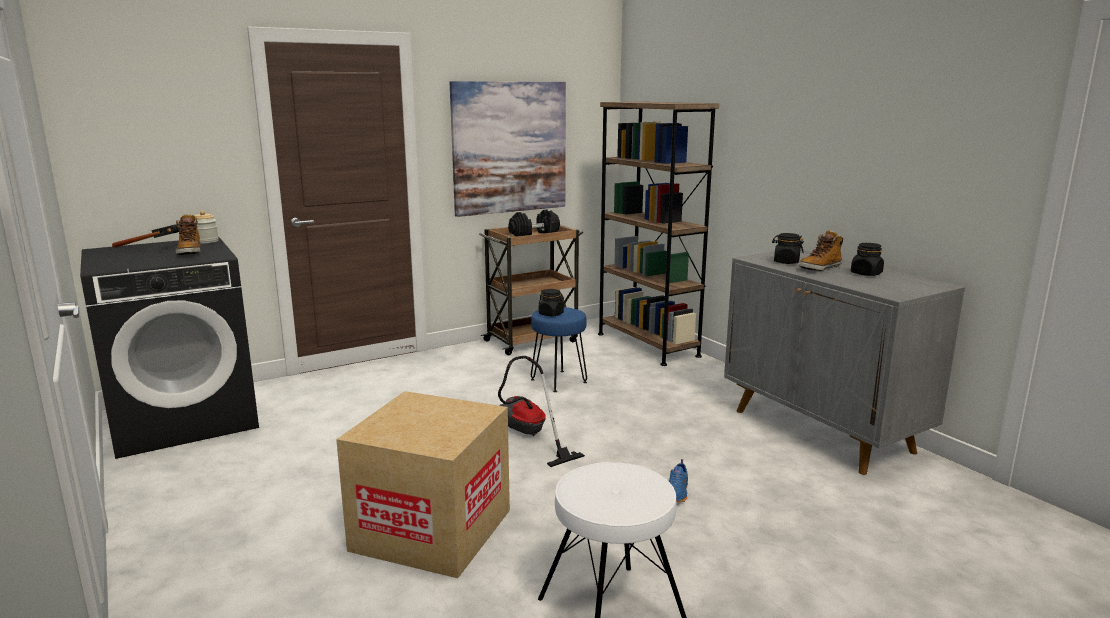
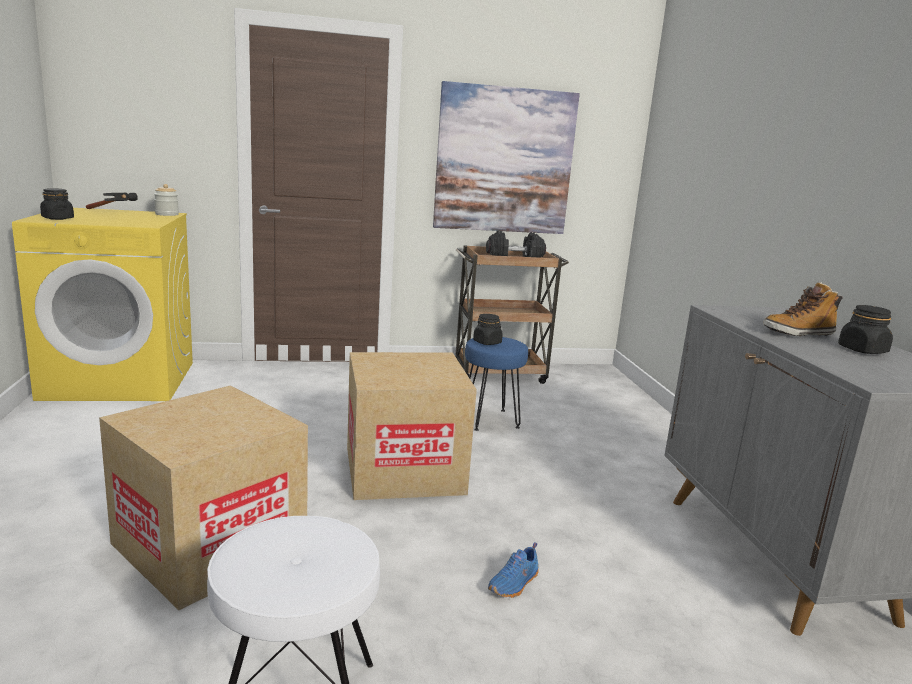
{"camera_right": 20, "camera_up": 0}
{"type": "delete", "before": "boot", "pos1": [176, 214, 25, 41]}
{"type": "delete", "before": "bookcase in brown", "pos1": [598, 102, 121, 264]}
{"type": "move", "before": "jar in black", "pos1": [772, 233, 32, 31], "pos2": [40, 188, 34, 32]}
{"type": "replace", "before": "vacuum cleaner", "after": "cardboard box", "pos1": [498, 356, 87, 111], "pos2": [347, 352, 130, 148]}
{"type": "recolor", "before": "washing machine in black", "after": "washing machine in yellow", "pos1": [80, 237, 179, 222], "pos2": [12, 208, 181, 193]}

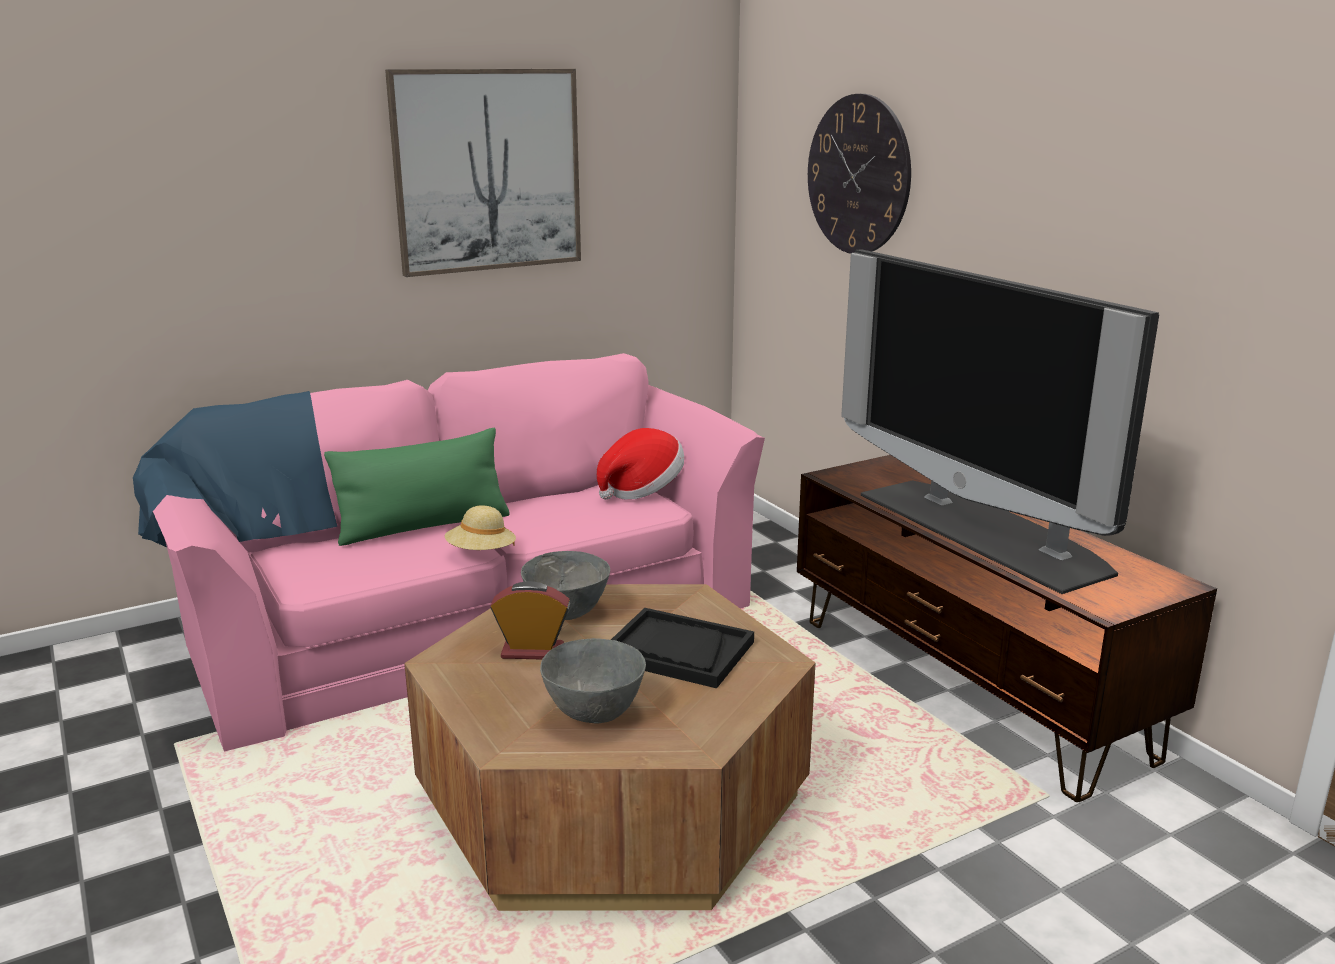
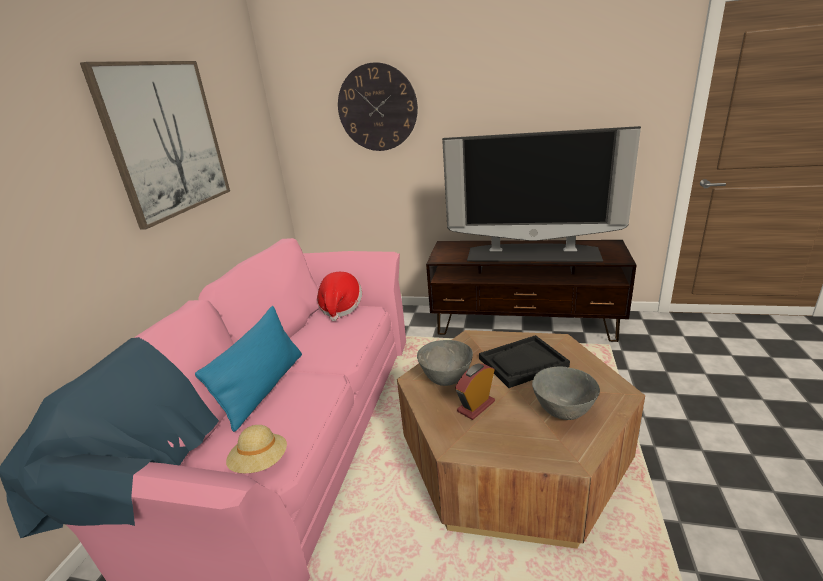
{"camera_right": -45, "camera_up": 5}
{"type": "move", "before": "hat in beige", "pos1": [445, 505, 71, 45], "pos2": [226, 425, 61, 48]}
{"type": "recolor", "before": "pillow in green", "after": "pillow in blue", "pos1": [324, 428, 186, 118], "pos2": [195, 306, 107, 126]}

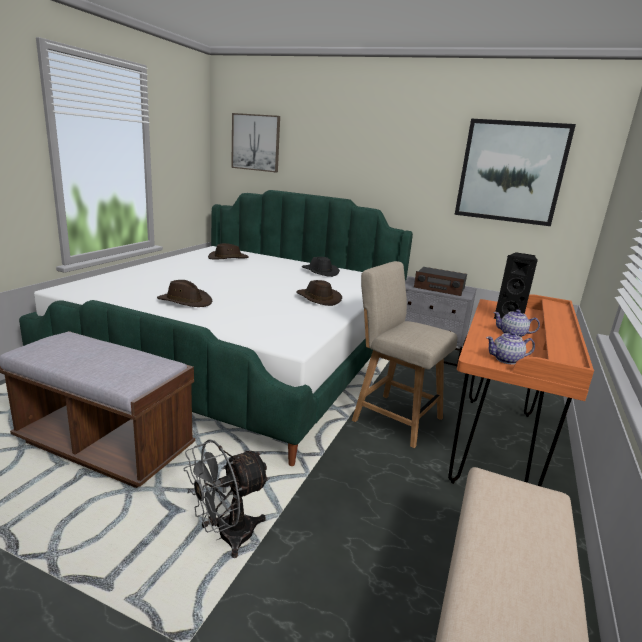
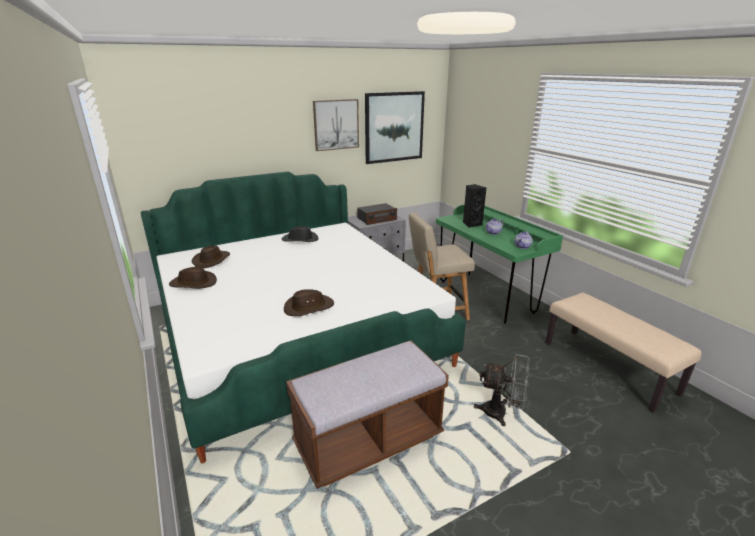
{"camera_right": -50, "camera_up": 5}
{"type": "move", "before": "picture", "pos1": [231, 113, 49, 59], "pos2": [313, 99, 46, 52]}
{"type": "move", "before": "hat in brown", "pos1": [296, 280, 46, 26], "pos2": [169, 267, 48, 22]}
{"type": "recolor", "before": "desk in orange", "after": "desk in green", "pos1": [448, 294, 146, 192], "pos2": [436, 204, 127, 120]}
{"type": "rotate", "before": "fan in grey", "pos1": [184, 439, 87, 119], "pos2": [474, 353, 56, 73], "turn": -75}

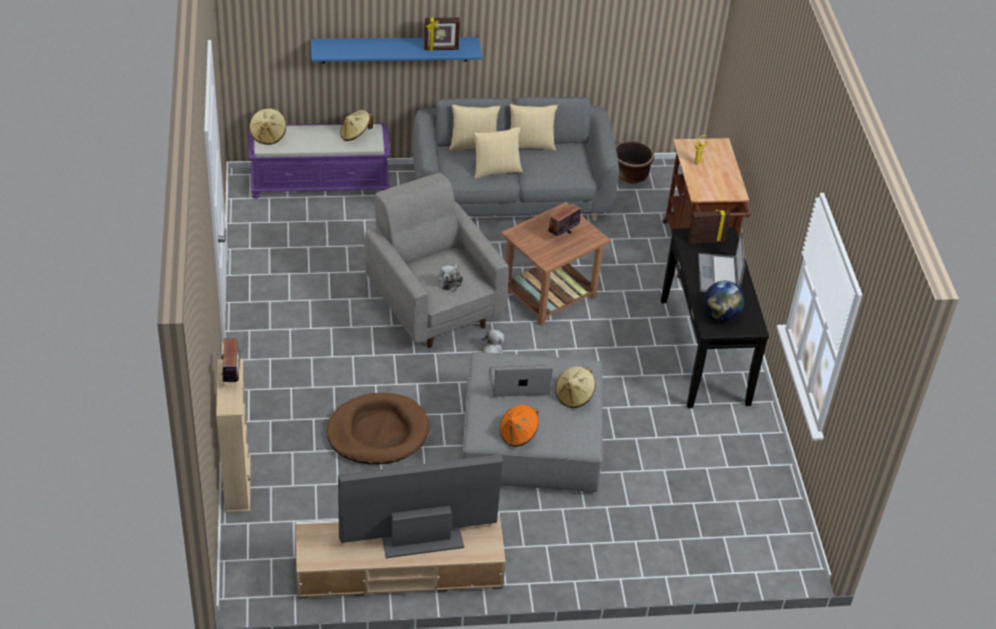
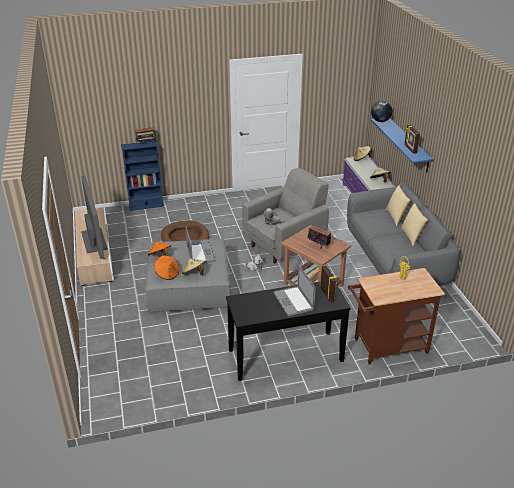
{"camera_right": 85, "camera_up": -10}
{"type": "delete", "before": "pillow", "pos1": [473, 126, 50, 53]}
{"type": "delete", "before": "planter in brown", "pos1": [616, 141, 38, 42]}
{"type": "insert", "after": "hat in orange", "pos2": [154, 255, 25, 25]}
{"type": "move", "before": "globe", "pos1": [704, 281, 41, 40], "pos2": [371, 101, 21, 21]}
{"type": "recolor", "before": "bookcase in beige", "after": "bookcase in blue", "pos1": [216, 359, 34, 154], "pos2": [121, 141, 43, 70]}
{"type": "rotate", "before": "laptop", "pos1": [698, 229, 47, 63], "pos2": [273, 265, 43, 51], "turn": -105}

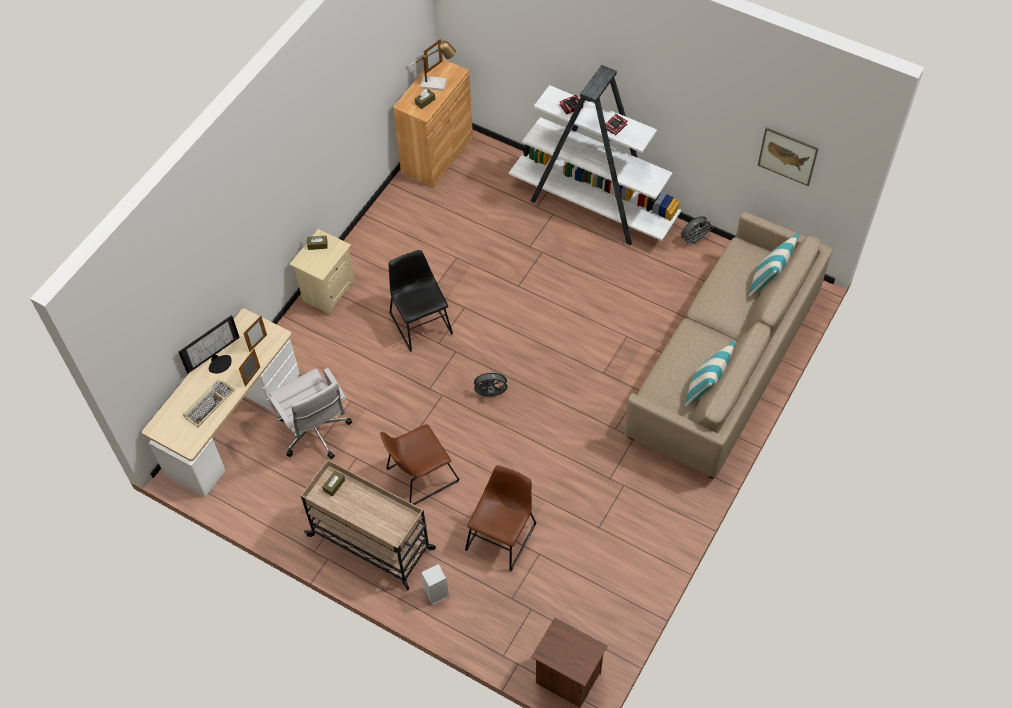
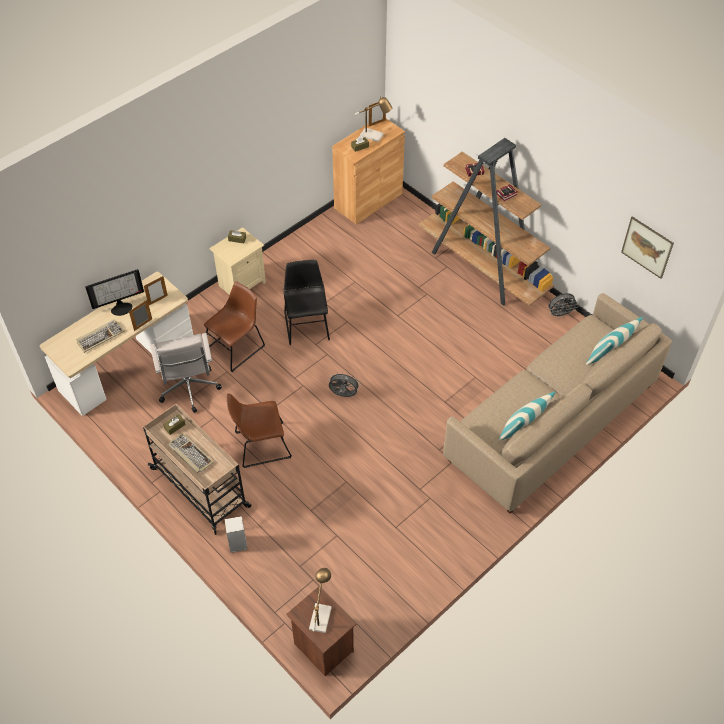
{"camera_right": 15, "camera_up": -5}
{"type": "insert", "after": "keyboard", "pos2": [168, 433, 46, 40]}
{"type": "insert", "after": "table lamp", "pos2": [309, 568, 23, 65]}
{"type": "move", "before": "chair in brown", "pos1": [465, 465, 71, 106], "pos2": [204, 281, 61, 91]}
{"type": "recolor", "before": "bookcase in white", "after": "bookcase in brown", "pos1": [509, 65, 172, 180], "pos2": [418, 138, 136, 168]}

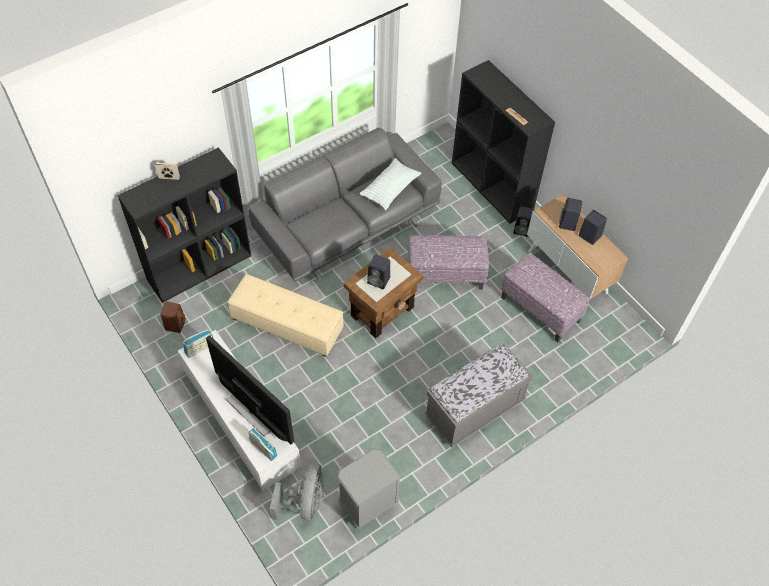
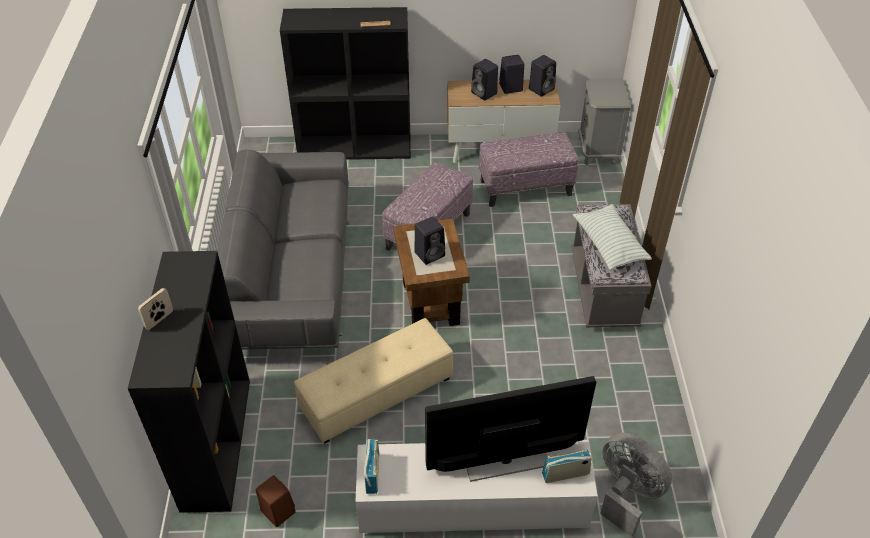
{"camera_right": -55, "camera_up": -10}
{"type": "move", "before": "nightstand in grey", "pos1": [337, 449, 64, 80], "pos2": [578, 78, 53, 87]}
{"type": "move", "before": "pillow", "pos1": [359, 158, 62, 52], "pos2": [573, 204, 79, 66]}
{"type": "move", "before": "speaker in black", "pos1": [513, 206, 22, 31], "pos2": [529, 55, 27, 42]}

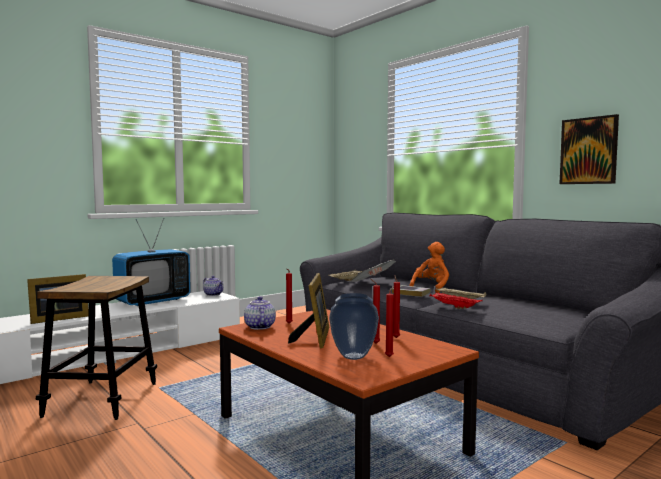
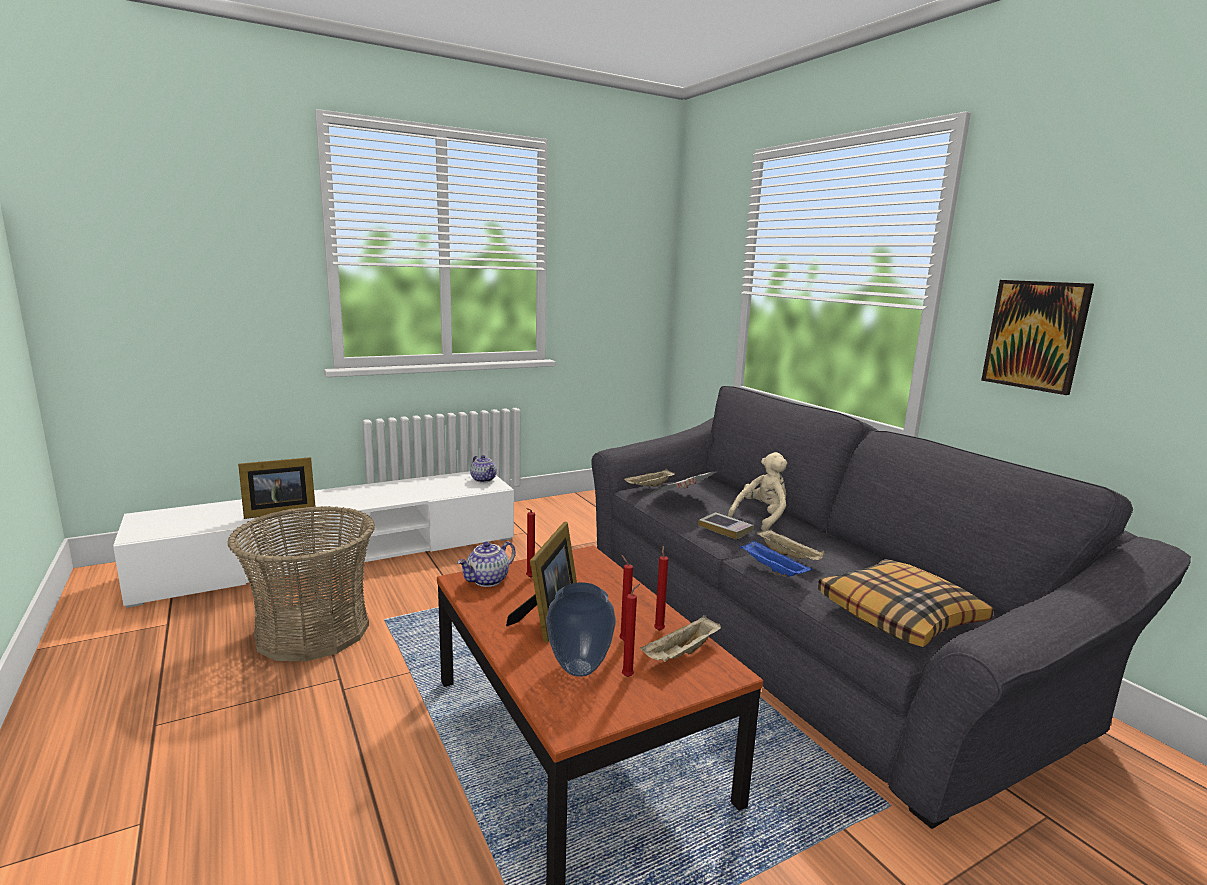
{"camera_right": 10, "camera_up": 10}
{"type": "delete", "before": "television", "pos1": [112, 218, 79, 88]}
{"type": "insert", "after": "tray in beige", "pos2": [640, 615, 81, 47]}
{"type": "insert", "after": "pillow", "pos2": [818, 559, 175, 88]}
{"type": "replace", "before": "stool", "after": "basket", "pos1": [36, 276, 121, 144], "pos2": [228, 506, 147, 155]}
{"type": "recolor", "before": "plush toy in orange", "after": "plush toy in beige", "pos1": [409, 242, 40, 51], "pos2": [728, 452, 59, 79]}
{"type": "recolor", "before": "tray in red", "after": "tray in blue", "pos1": [430, 292, 52, 17], "pos2": [740, 541, 72, 36]}
{"type": "rotate", "before": "teapot", "pos1": [244, 296, 32, 34], "pos2": [457, 541, 58, 46], "turn": -135}

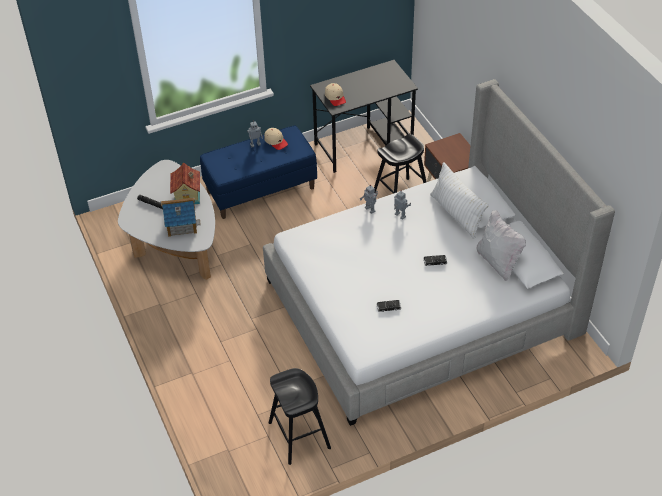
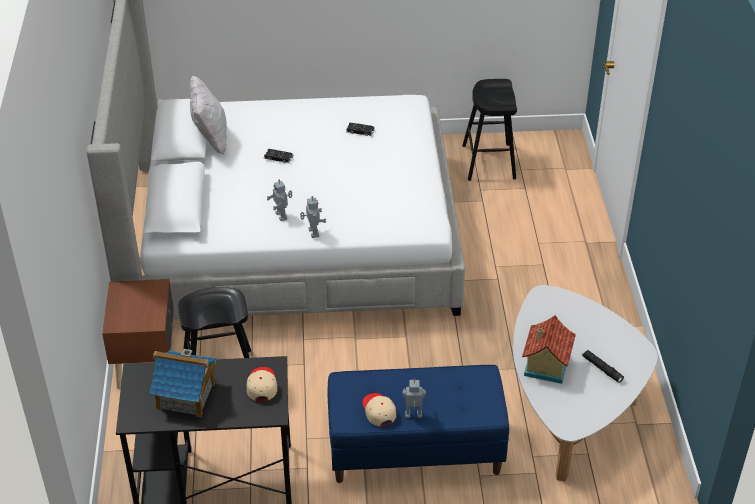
{"camera_right": -160, "camera_up": -5}
{"type": "delete", "before": "pillow in white", "pos1": [430, 162, 59, 77]}
{"type": "move", "before": "toy house", "pos1": [161, 197, 40, 40], "pos2": [149, 349, 68, 68]}

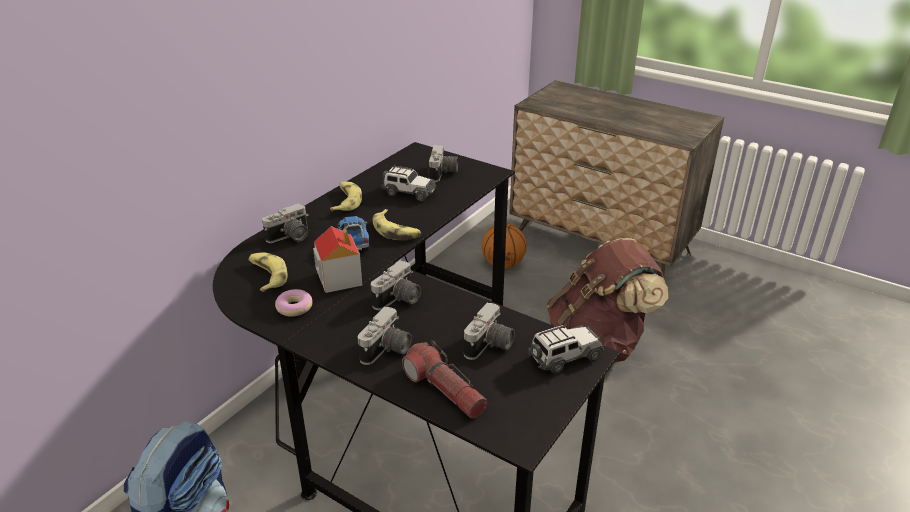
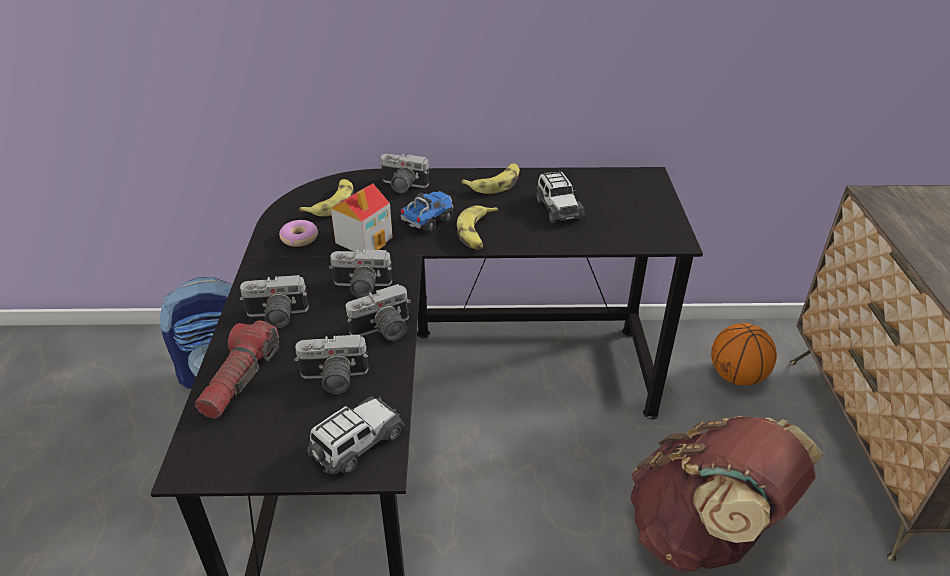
{"camera_right": 55, "camera_up": 5}
{"type": "move", "before": "photo camera", "pos1": [429, 145, 29, 37], "pos2": [346, 284, 65, 57]}
{"type": "rotate", "before": "toy car", "pos1": [528, 325, 76, 49], "pos2": [307, 396, 97, 78], "turn": -75}

